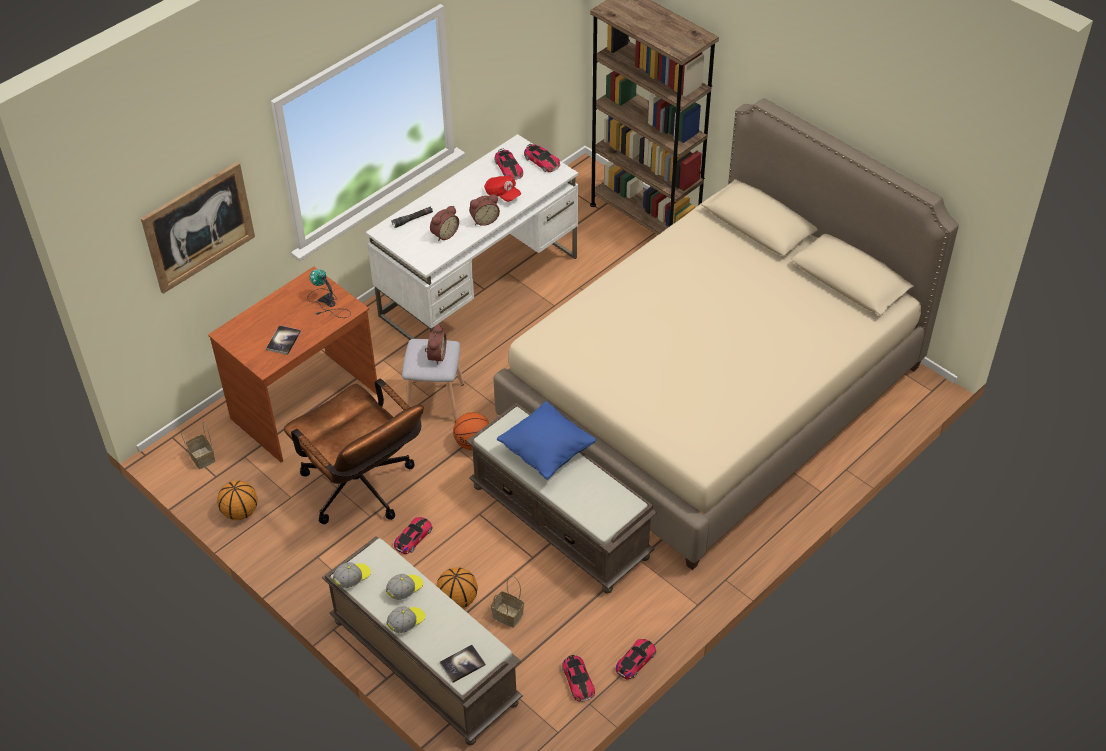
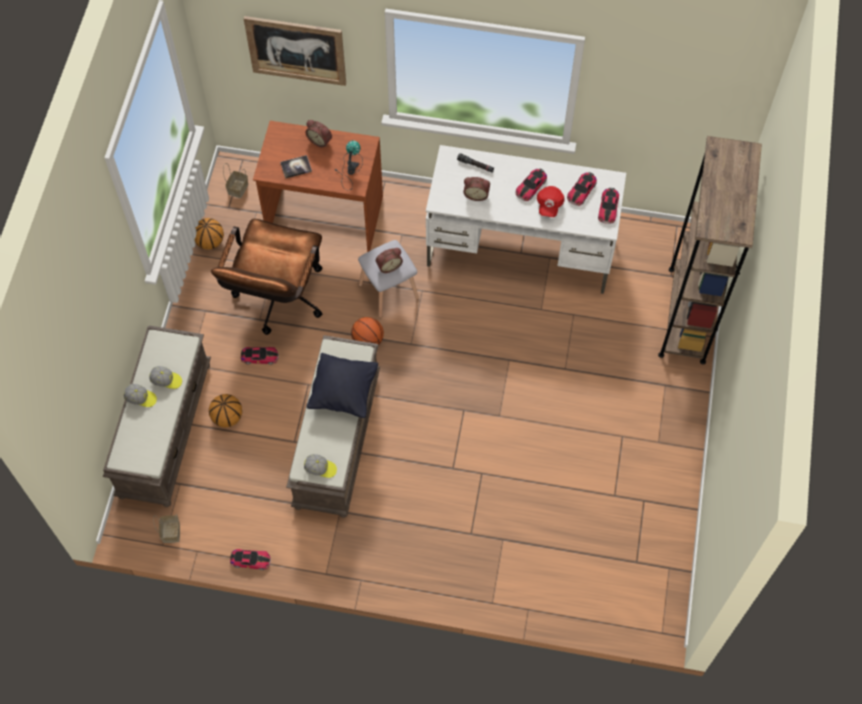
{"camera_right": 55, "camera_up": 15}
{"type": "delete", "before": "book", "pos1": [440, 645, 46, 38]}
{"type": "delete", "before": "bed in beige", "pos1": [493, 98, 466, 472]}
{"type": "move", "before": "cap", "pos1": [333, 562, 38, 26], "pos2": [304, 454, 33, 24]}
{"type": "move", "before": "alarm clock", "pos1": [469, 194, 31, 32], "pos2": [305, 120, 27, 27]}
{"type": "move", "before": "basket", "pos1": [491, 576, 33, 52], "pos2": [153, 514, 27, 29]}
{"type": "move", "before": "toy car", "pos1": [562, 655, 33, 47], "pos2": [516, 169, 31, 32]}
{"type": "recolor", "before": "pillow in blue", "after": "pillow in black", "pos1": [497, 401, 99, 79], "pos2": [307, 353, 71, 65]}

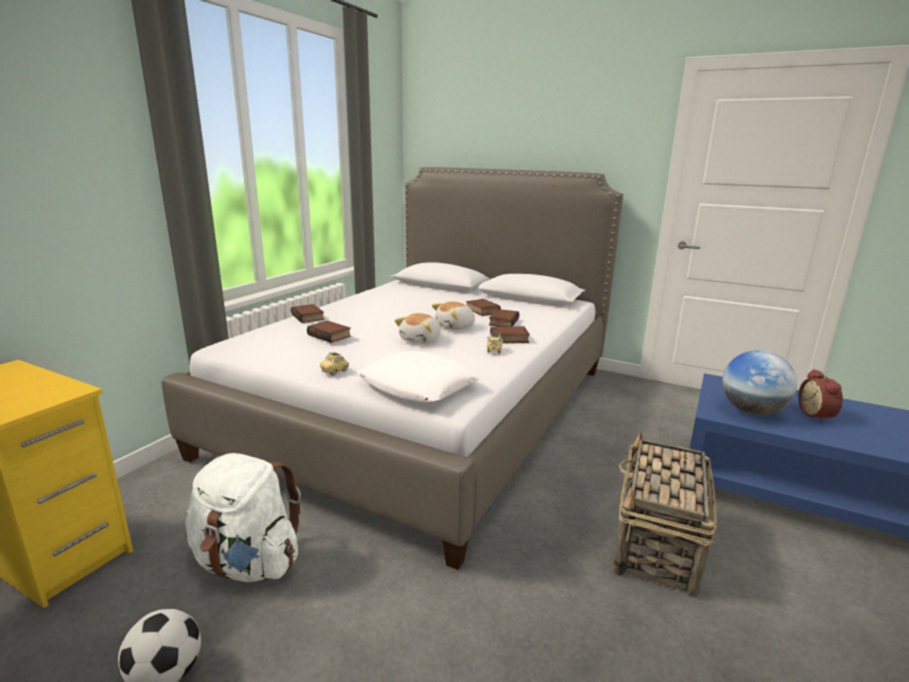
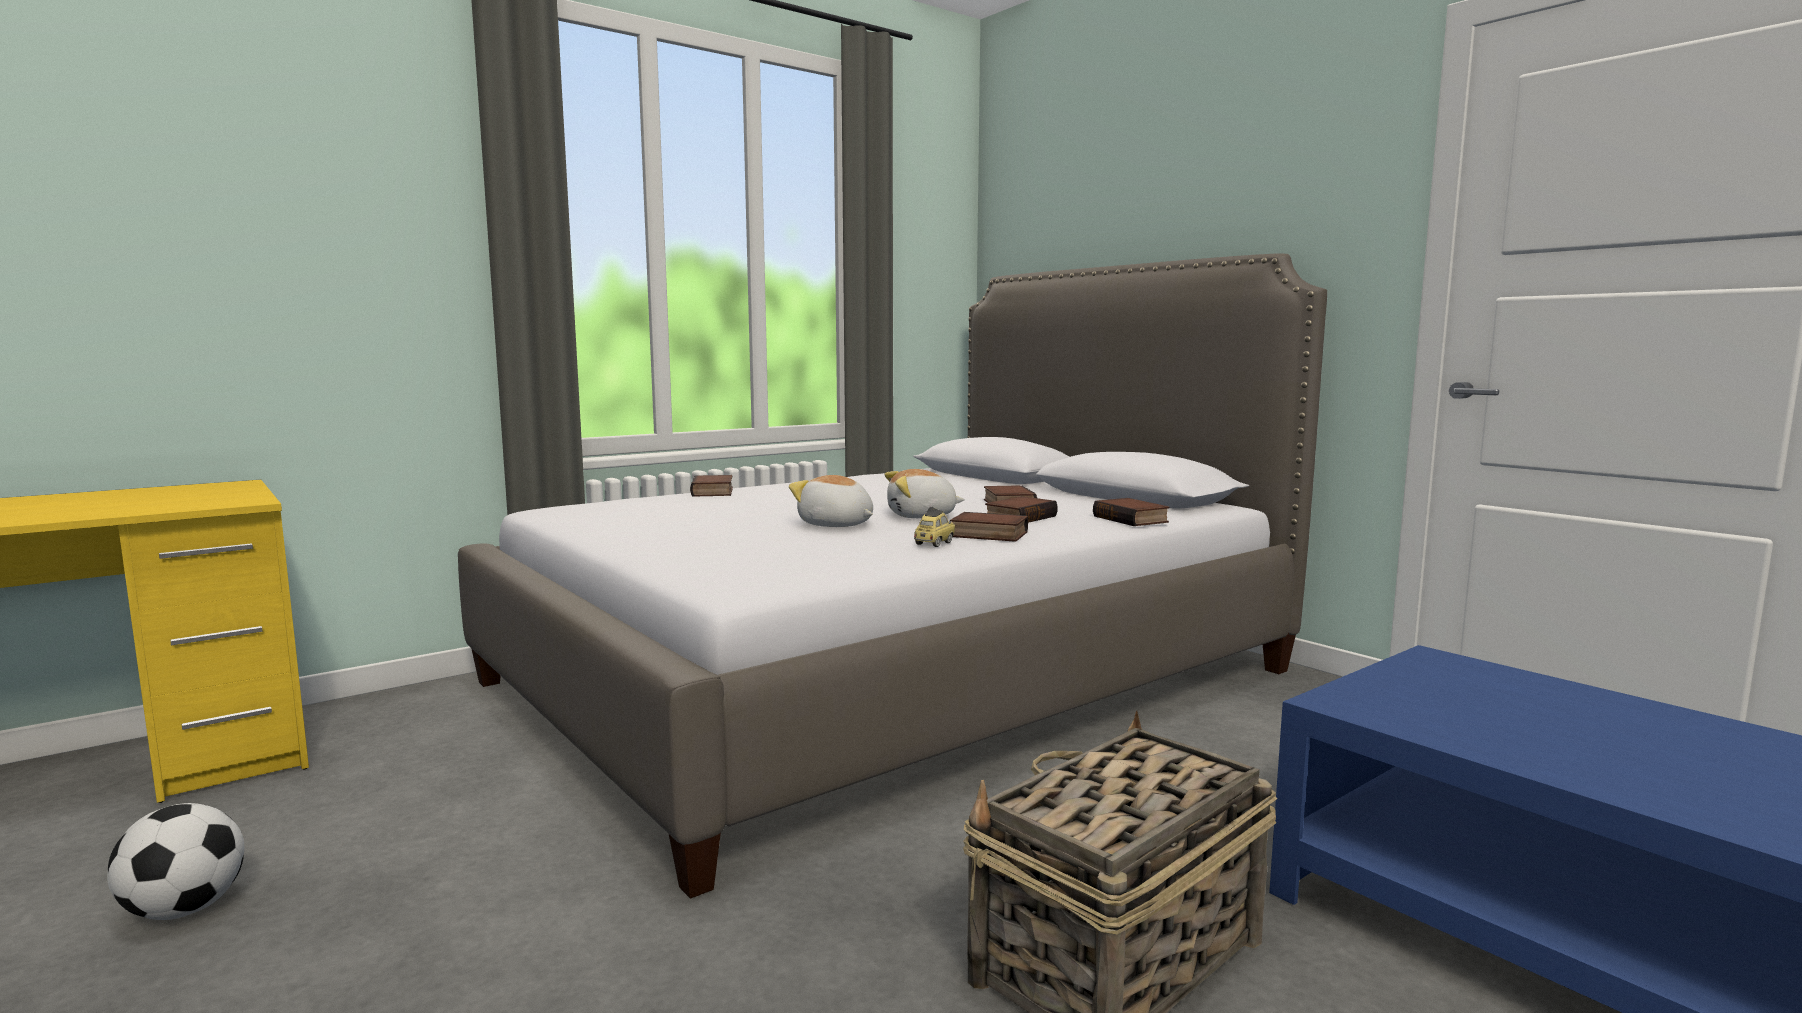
{"camera_right": 25, "camera_up": -10}
{"type": "delete", "before": "backpack in white", "pos1": [185, 453, 116, 129]}
{"type": "delete", "before": "toy car", "pos1": [320, 353, 29, 22]}
{"type": "delete", "before": "pillow in white", "pos1": [357, 351, 124, 51]}
{"type": "delete", "before": "globe", "pos1": [722, 350, 75, 65]}
{"type": "delete", "before": "alarm clock", "pos1": [798, 369, 45, 53]}
{"type": "move", "before": "book", "pos1": [307, 321, 44, 22], "pos2": [1093, 498, 76, 28]}
{"type": "rotate", "before": "plush toy", "pos1": [394, 313, 47, 31], "pos2": [789, 475, 84, 52], "turn": 75}

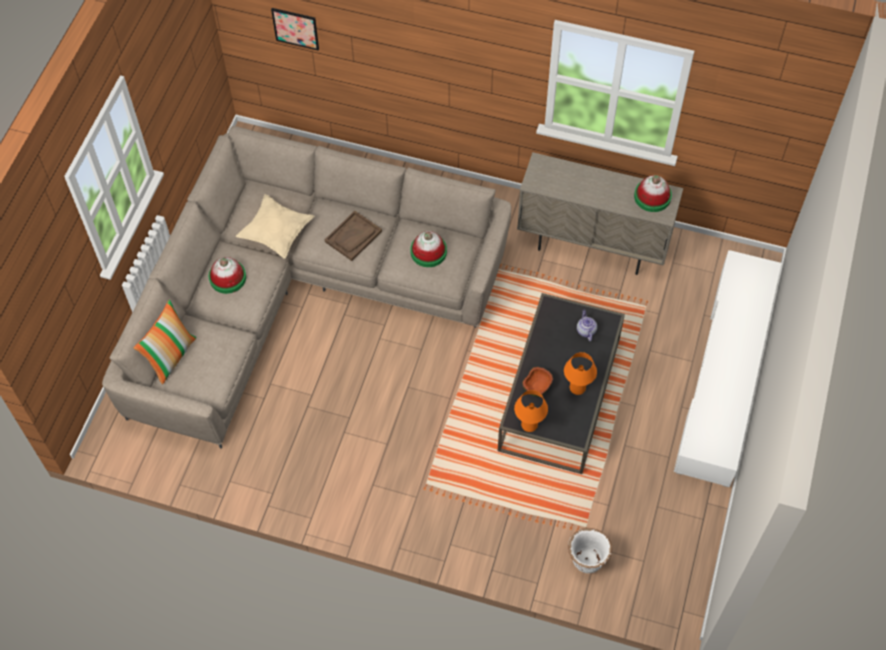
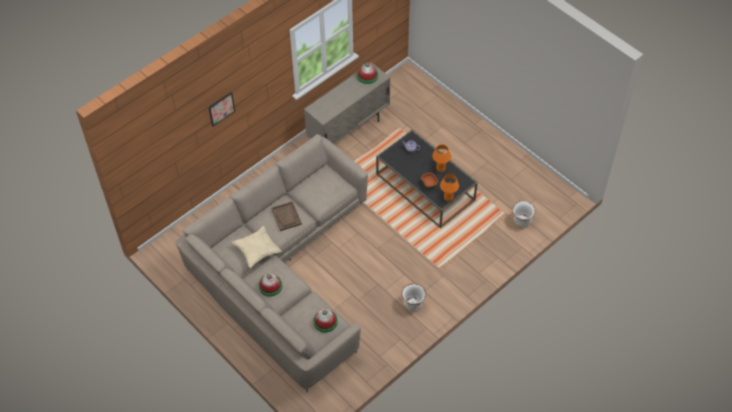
{"camera_right": -60, "camera_up": -5}
{"type": "delete", "before": "pillow", "pos1": [134, 300, 62, 84]}
{"type": "delete", "before": "tv stand in white", "pos1": [674, 250, 107, 237]}
{"type": "insert", "after": "planter in white", "pos2": [401, 283, 25, 28]}
{"type": "move", "before": "picture", "pos1": [271, 8, 48, 42], "pos2": [209, 92, 26, 34]}
{"type": "move", "before": "hat", "pos1": [410, 231, 37, 36], "pos2": [313, 308, 25, 25]}

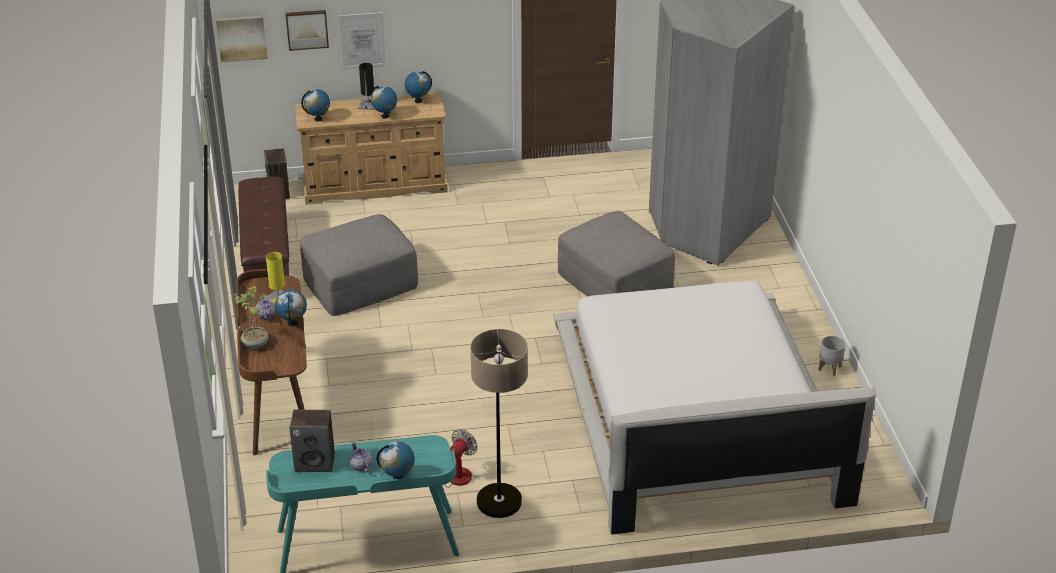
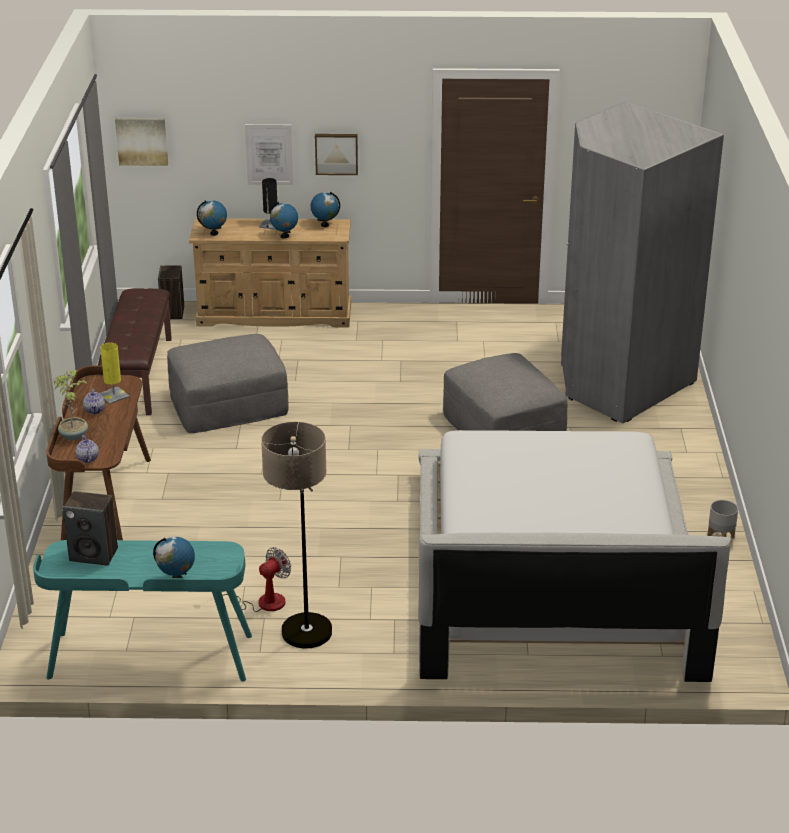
{"camera_right": 10, "camera_up": -5}
{"type": "delete", "before": "globe", "pos1": [275, 290, 32, 36]}
{"type": "move", "before": "picture", "pos1": [285, 10, 44, 41], "pos2": [315, 134, 43, 41]}
{"type": "move", "before": "teapot", "pos1": [349, 443, 23, 29], "pos2": [75, 435, 24, 28]}

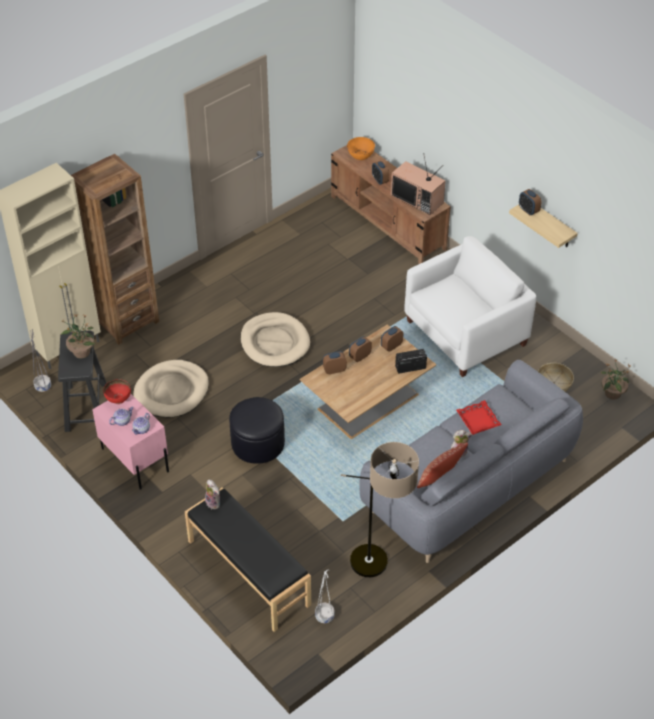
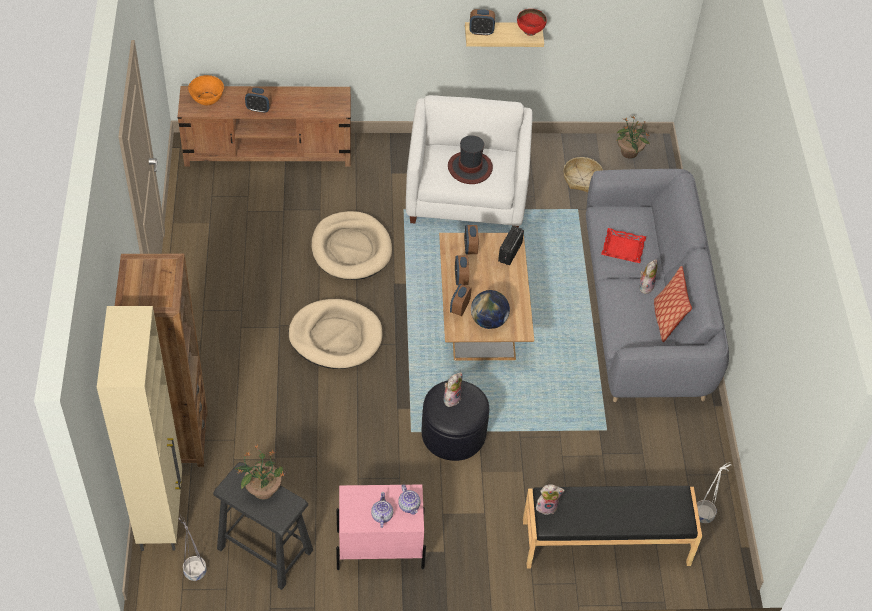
{"camera_right": -55, "camera_up": 5}
{"type": "delete", "before": "floor lamp", "pos1": [341, 442, 78, 135]}
{"type": "delete", "before": "television", "pos1": [391, 153, 55, 62]}
{"type": "insert", "after": "plush toy", "pos2": [444, 372, 18, 35]}
{"type": "insert", "after": "hat", "pos2": [448, 135, 45, 49]}
{"type": "insert", "after": "globe", "pos2": [471, 290, 39, 39]}
{"type": "move", "before": "bowl in red", "pos1": [103, 379, 28, 25], "pos2": [517, 9, 29, 27]}
{"type": "move", "before": "dog bed in beige", "pos1": [133, 360, 76, 58], "pos2": [311, 211, 81, 69]}

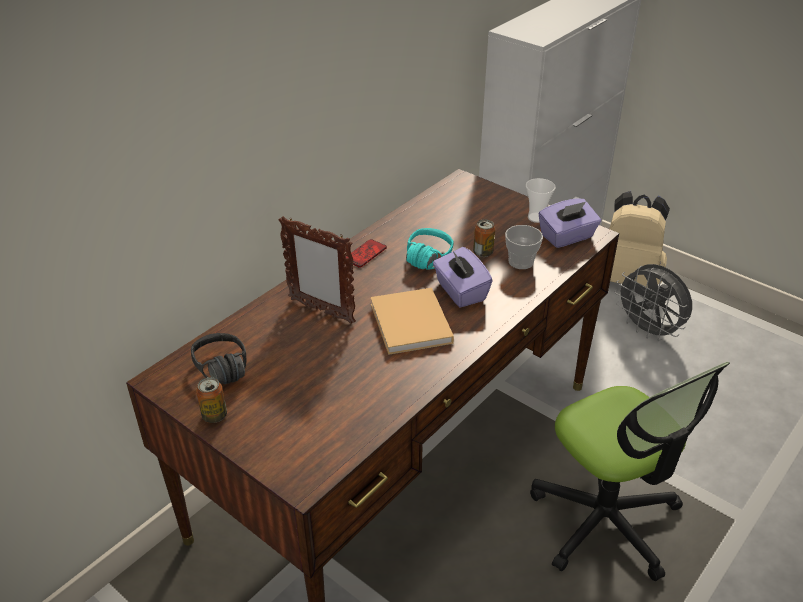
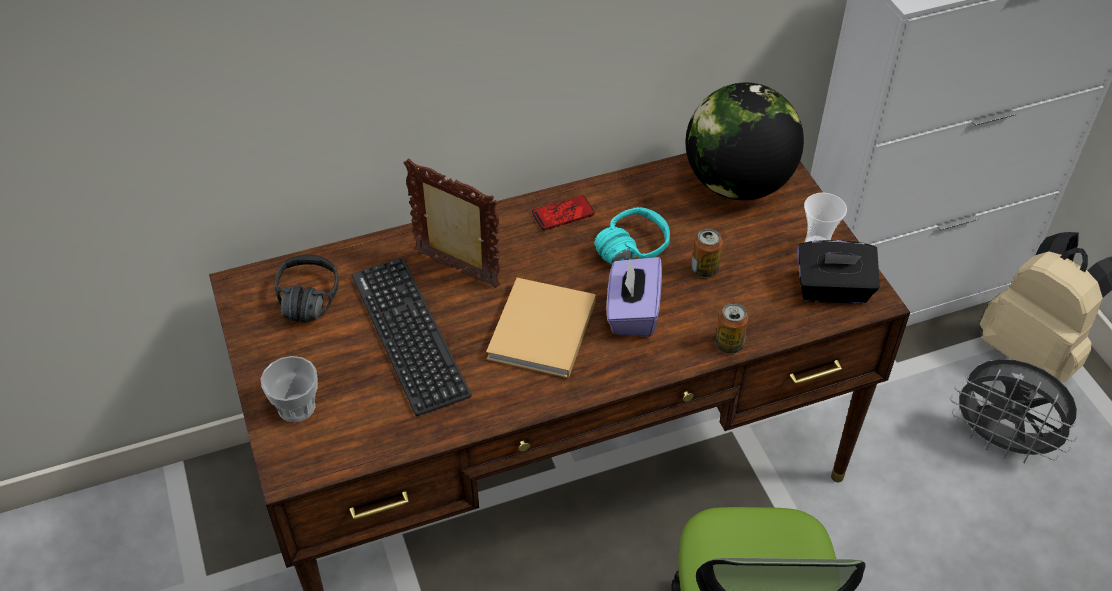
{"camera_right": 30, "camera_up": 10}
{"type": "insert", "after": "keyboard", "pos2": [352, 258, 120, 158]}
{"type": "insert", "after": "globe", "pos2": [686, 83, 118, 117]}
{"type": "move", "before": "can", "pos1": [196, 377, 31, 46], "pos2": [715, 303, 33, 51]}
{"type": "move", "before": "cup", "pos1": [505, 225, 38, 44], "pos2": [261, 356, 57, 67]}
{"type": "recolor", "before": "tissue box in purple", "after": "tissue box in black", "pos1": [538, 198, 63, 50], "pos2": [797, 240, 83, 63]}
{"type": "rotate", "before": "picture frame", "pos1": [278, 216, 78, 108], "pos2": [404, 159, 96, 129], "turn": 150}
{"type": "rotate", "before": "fan in grey", "pos1": [615, 264, 77, 77], "pos2": [950, 359, 128, 104], "turn": -45}

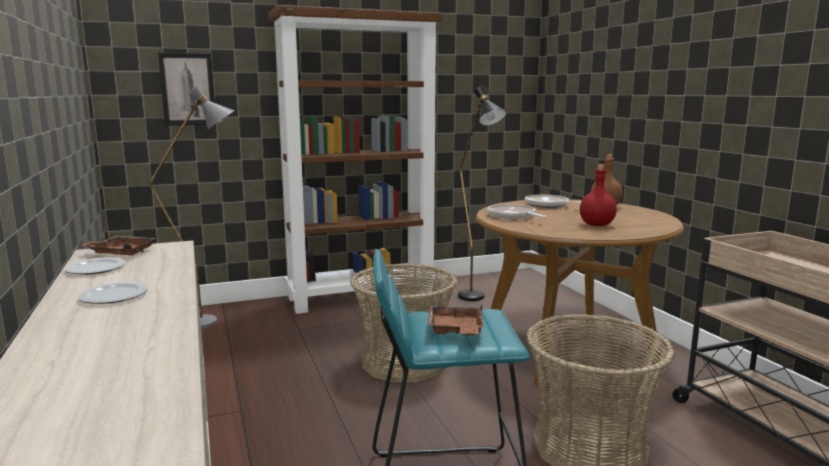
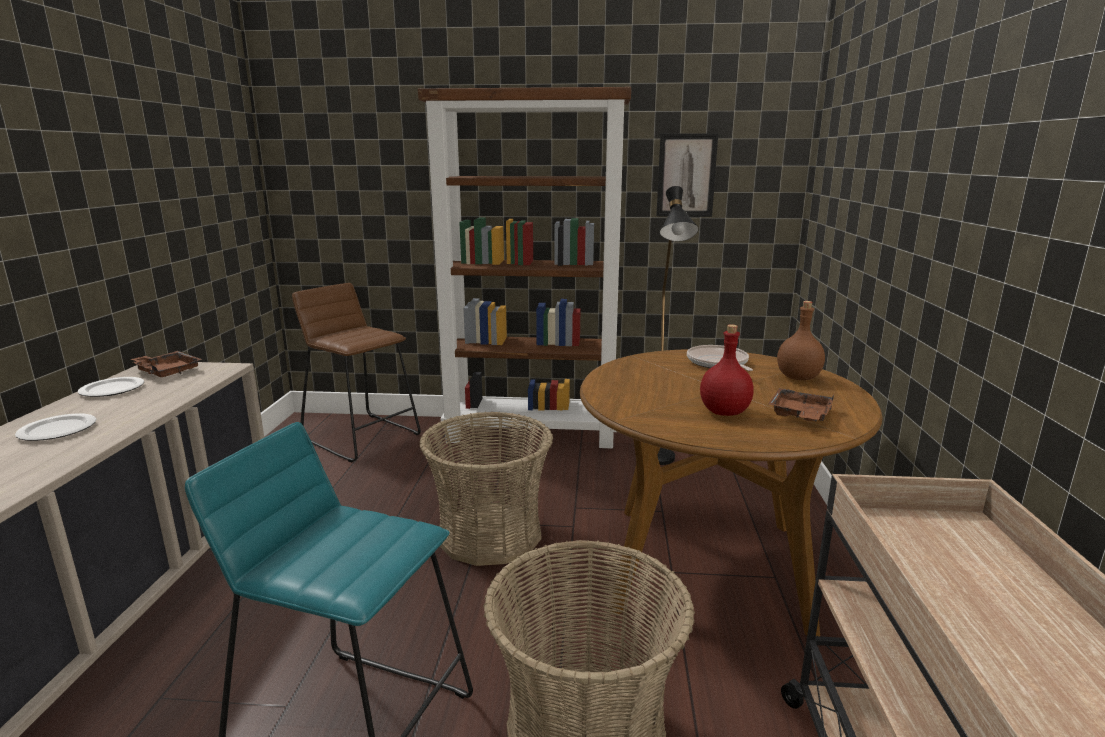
{"camera_right": 25, "camera_up": 5}
{"type": "delete", "before": "frying pan", "pos1": [487, 204, 60, 15]}
{"type": "move", "before": "picture", "pos1": [158, 53, 58, 73], "pos2": [656, 133, 62, 84]}
{"type": "move", "before": "tray in brown", "pos1": [427, 304, 57, 32], "pos2": [768, 388, 67, 34]}
{"type": "replace", "before": "floor lamp in grey", "after": "stool in brown", "pos1": [150, 85, 84, 244], "pos2": [292, 283, 129, 179]}

